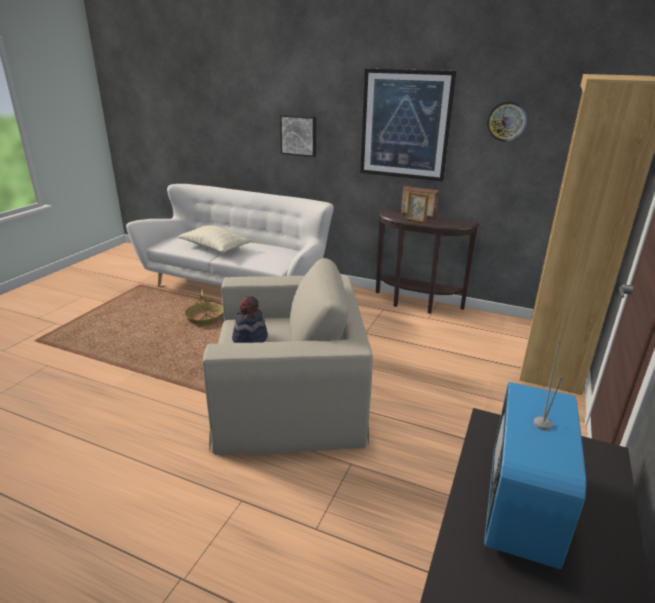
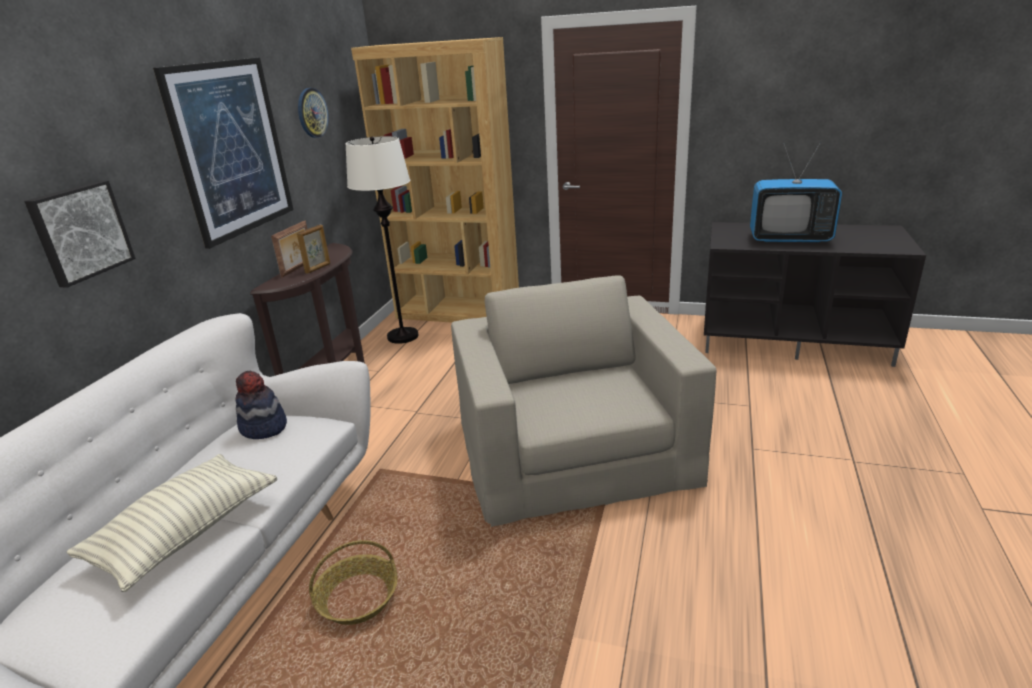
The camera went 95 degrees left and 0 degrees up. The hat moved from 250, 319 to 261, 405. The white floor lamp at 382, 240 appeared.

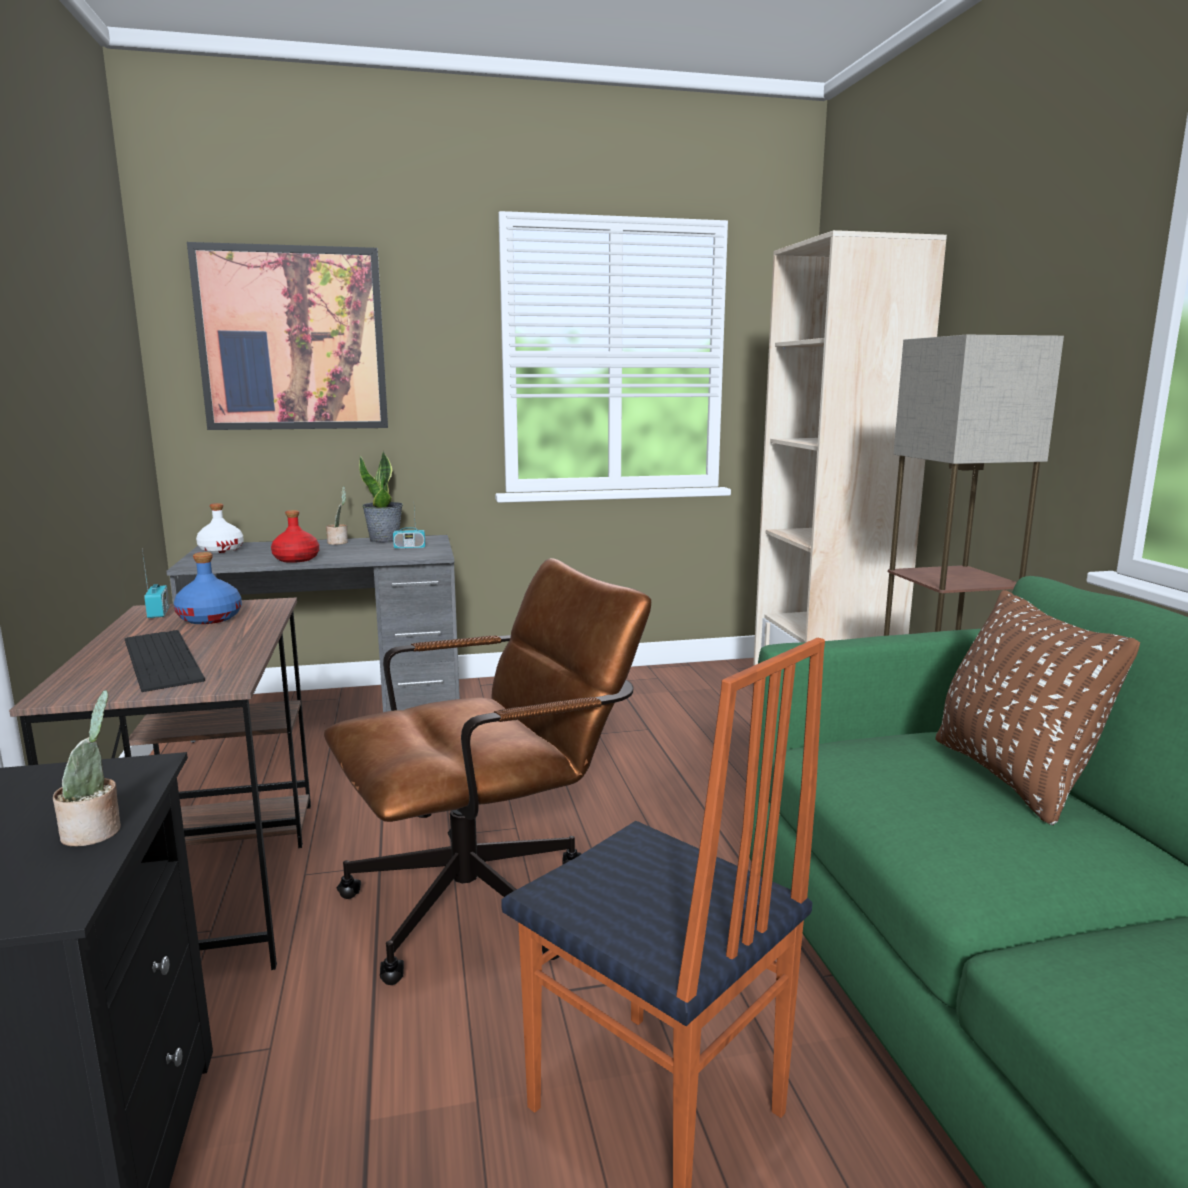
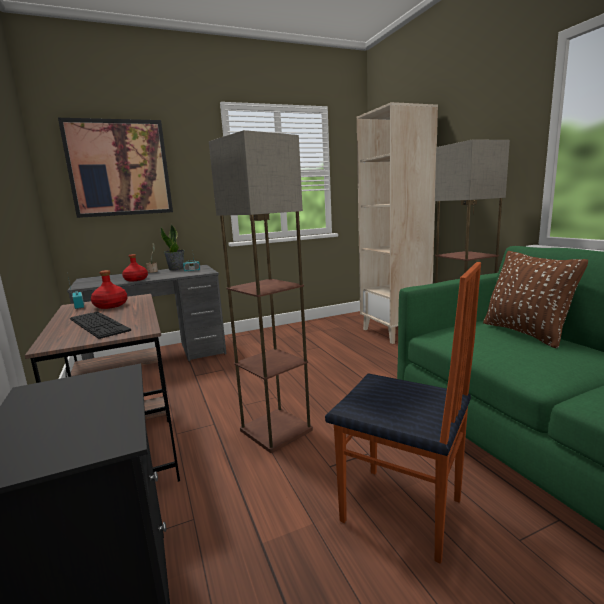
The camera went 10 degrees left and 0 degrees up. The potted plant at 87, 768 disappeared. The blue bottle at 208, 588 became the red bottle at 109, 289. The white bottle at 220, 528 disappeared. The brown office chair at 487, 771 was replaced by the floor lamp at 261, 291.

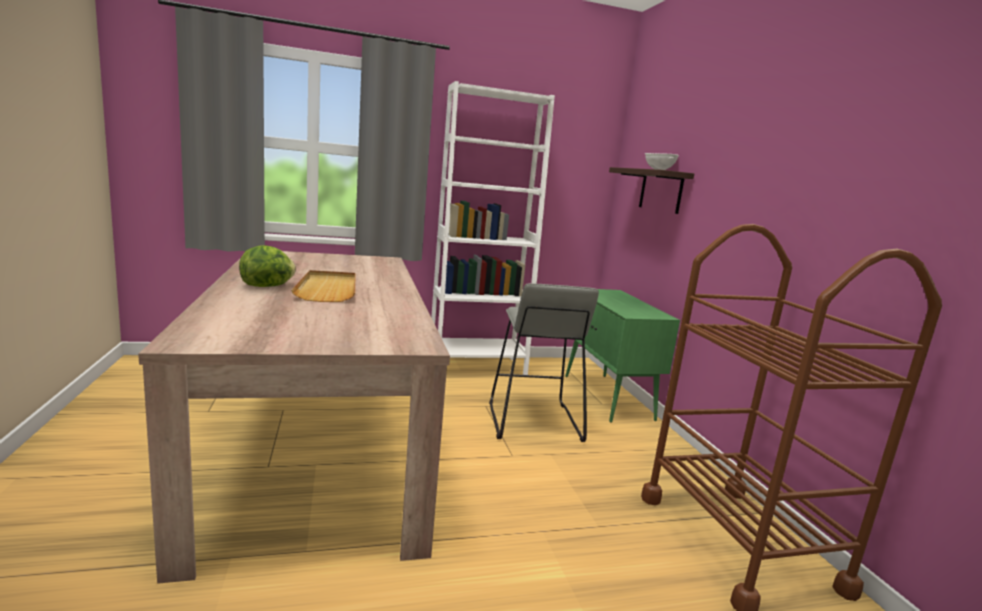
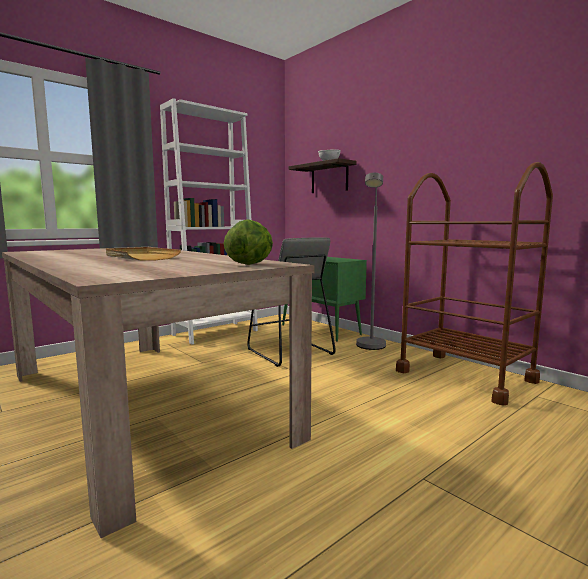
The camera went 25 degrees left and 5 degrees down. The lettuce moved from 267, 266 to 248, 242. The grey floor lamp at 371, 261 appeared.

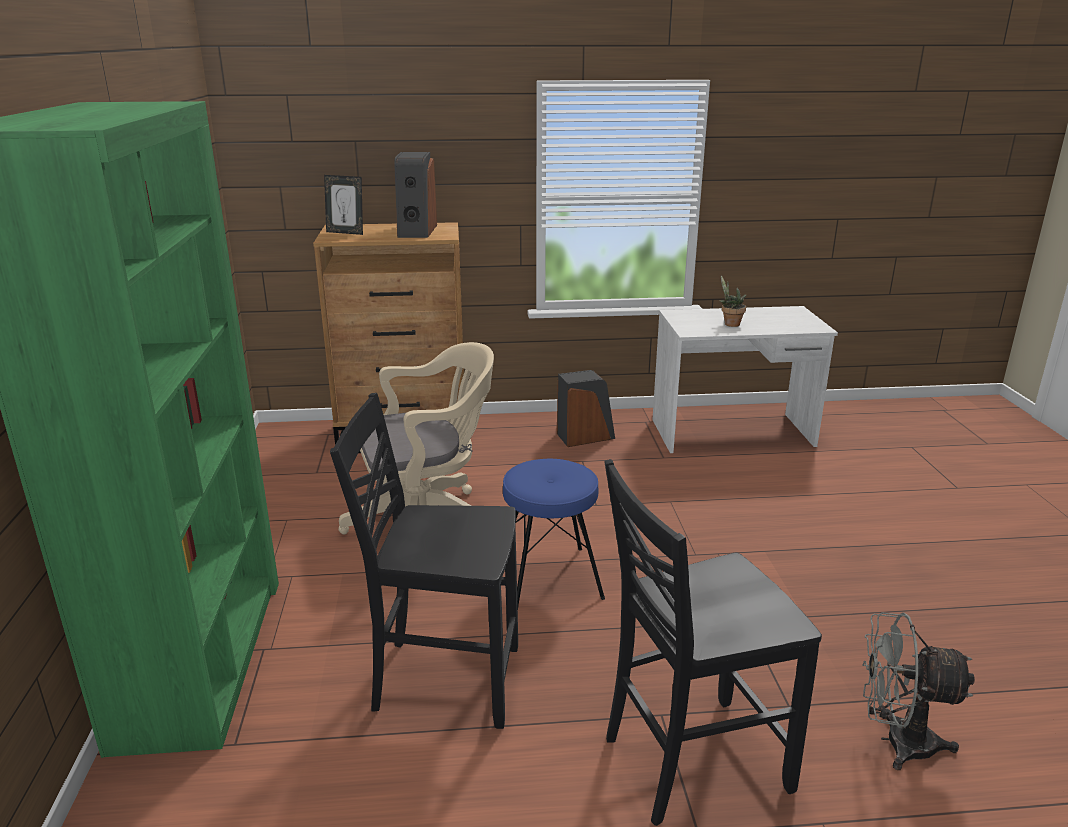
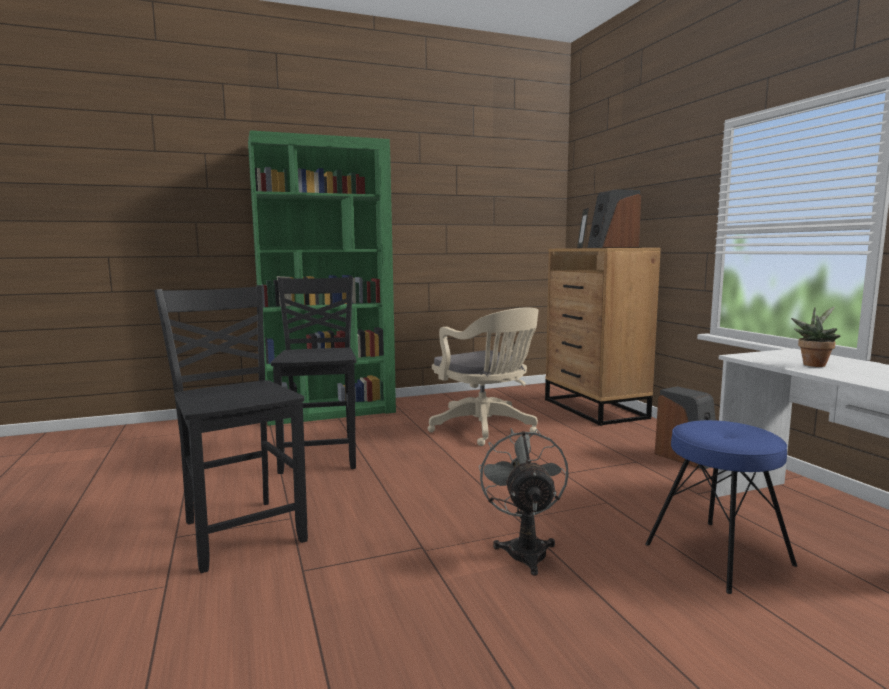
The camera went 75 degrees right and 15 degrees down. The blue stool moved from 554, 532 to 721, 507. The grey fan moved from 918, 691 to 524, 502.

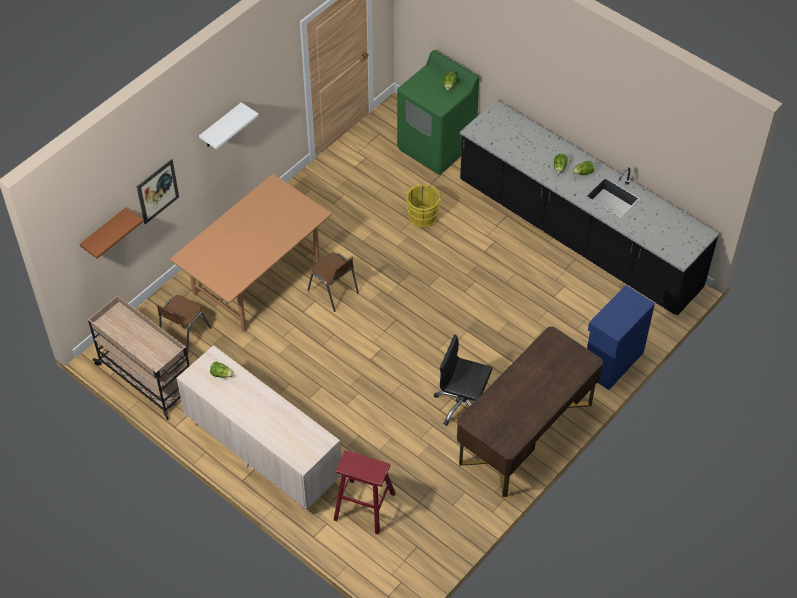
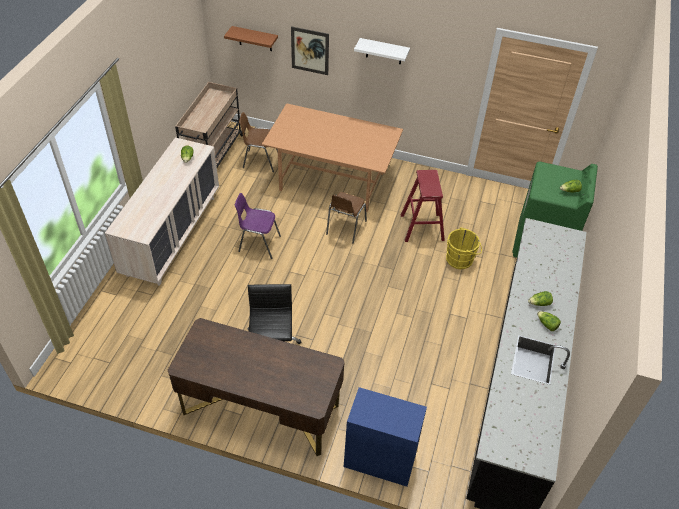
The camera went 65 degrees right and 5 degrees down. The red stool moved from 364, 492 to 423, 206. The purple chair at 258, 226 appeared.

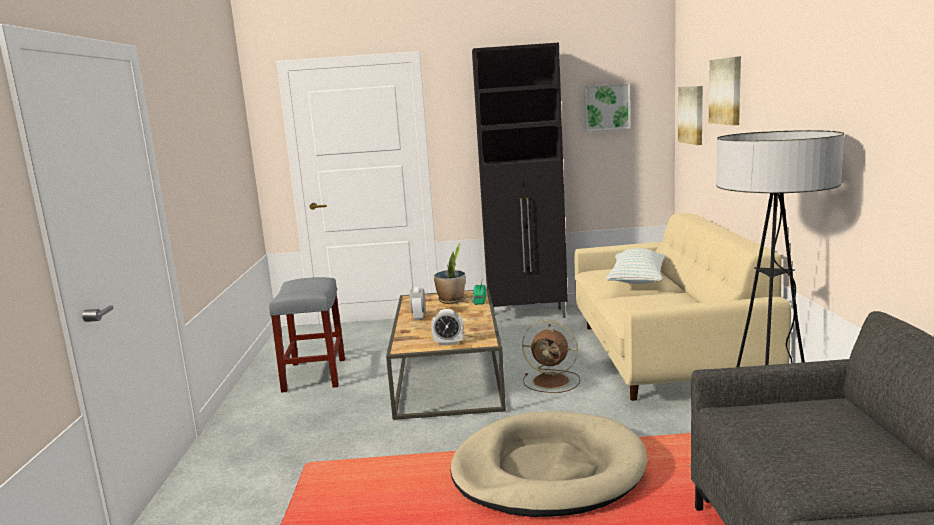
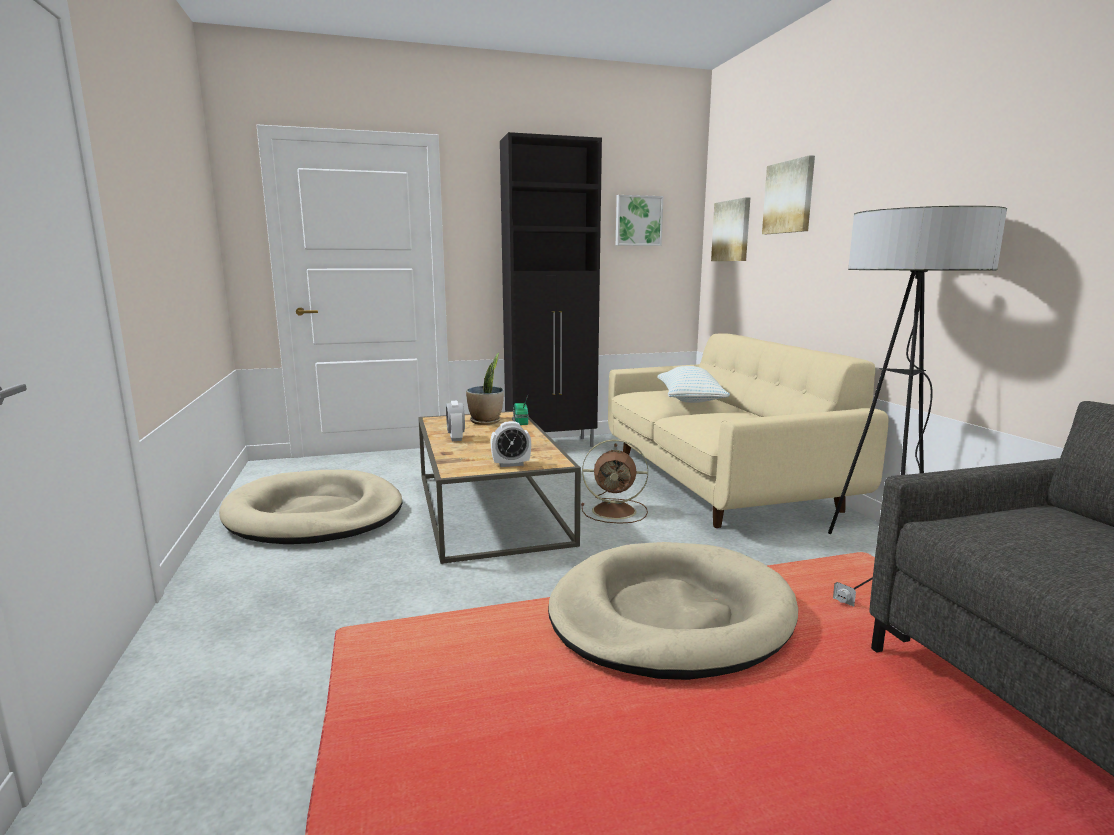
The camera went 15 degrees left and 0 degrees up. The grey stool at 307, 334 was replaced by the beige dog bed at 310, 507.

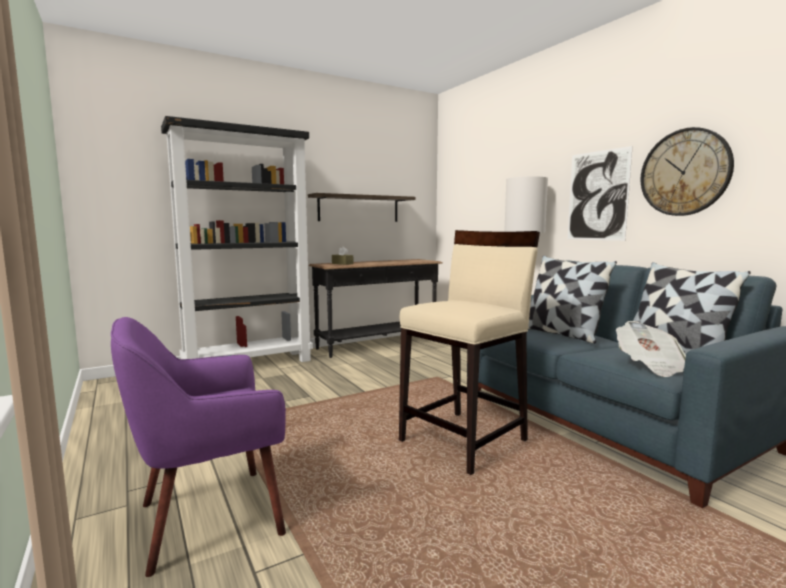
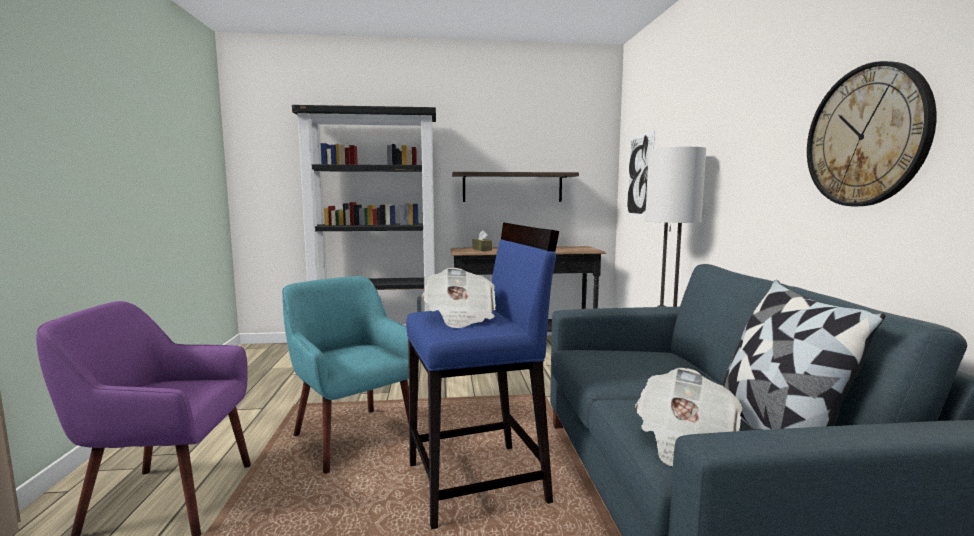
The camera went 25 degrees right and 0 degrees up. The beige stool at 469, 352 became the blue stool at 482, 376. The pillow at 572, 300 disappeared. The picture moved from 600, 193 to 640, 173. The turquoise armchair at 345, 375 appeared. The newspaper at 459, 298 appeared.

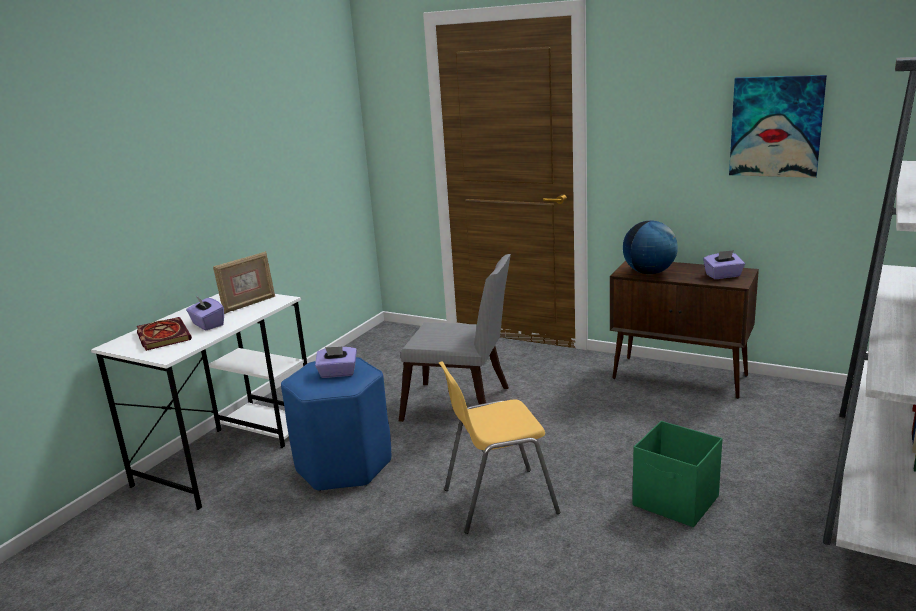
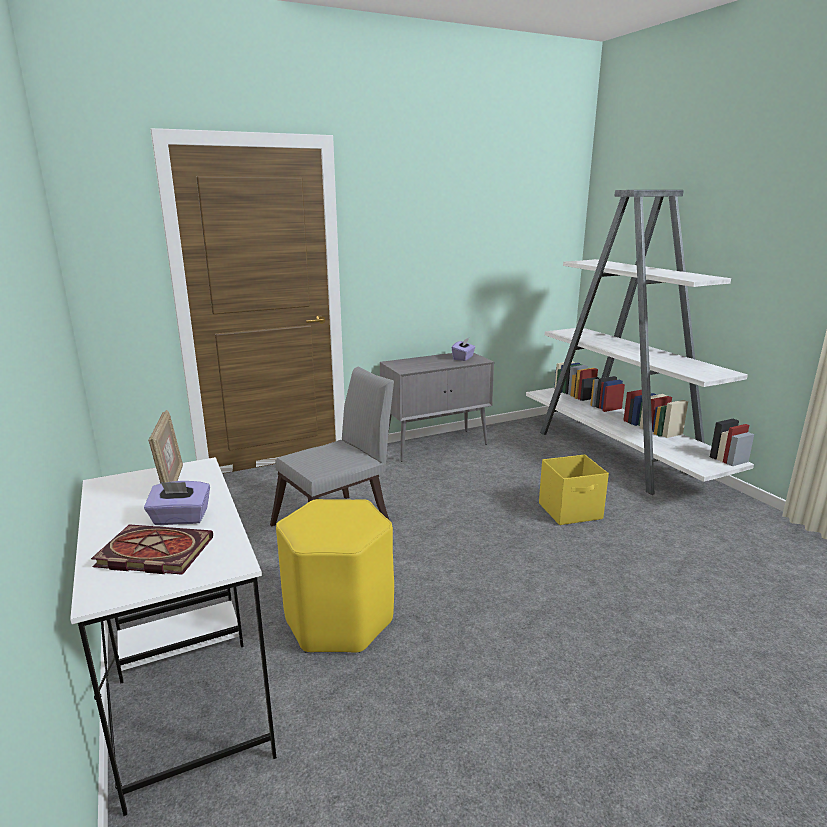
The camera went 55 degrees left and 0 degrees up. The blue stool at 336, 424 became the yellow stool at 335, 576. The purple tissue box at 336, 362 disappeared. The yellow chair at 499, 447 disappeared. The brown cabinet at 684, 330 became the grey cabinet at 437, 407. The globe at 650, 247 disappeared. The green storage box at 677, 474 became the yellow storage box at 574, 489. The picture at 778, 126 disappeared.

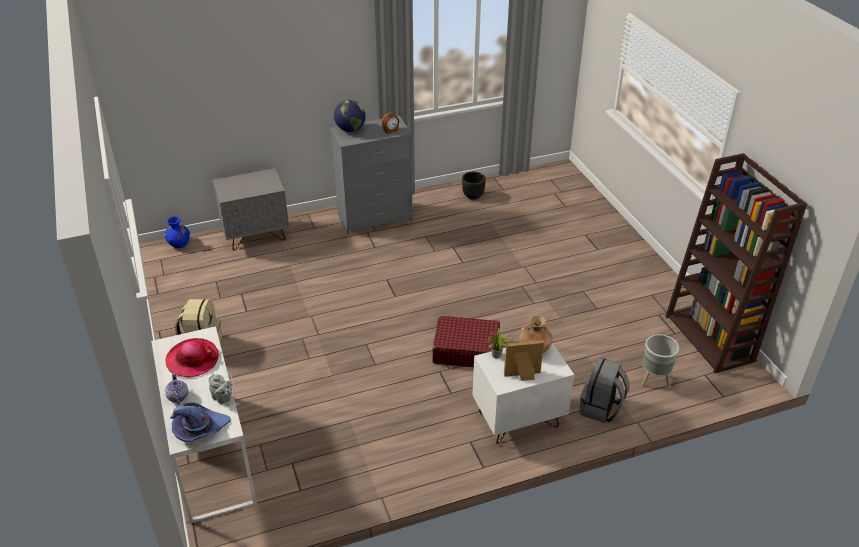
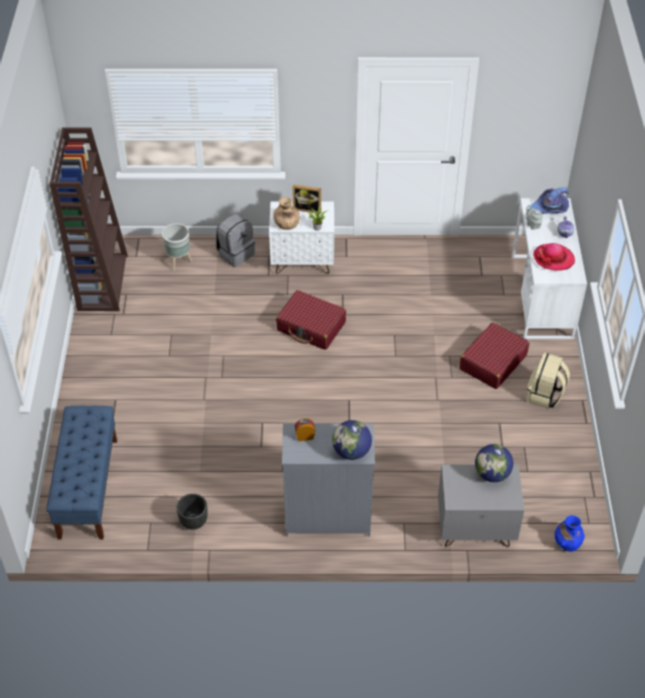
The camera went 160 degrees left and 10 degrees up. The blue bench at 81, 472 appeared. The red suitcase at 494, 355 appeared. The globe at 494, 463 appeared.

